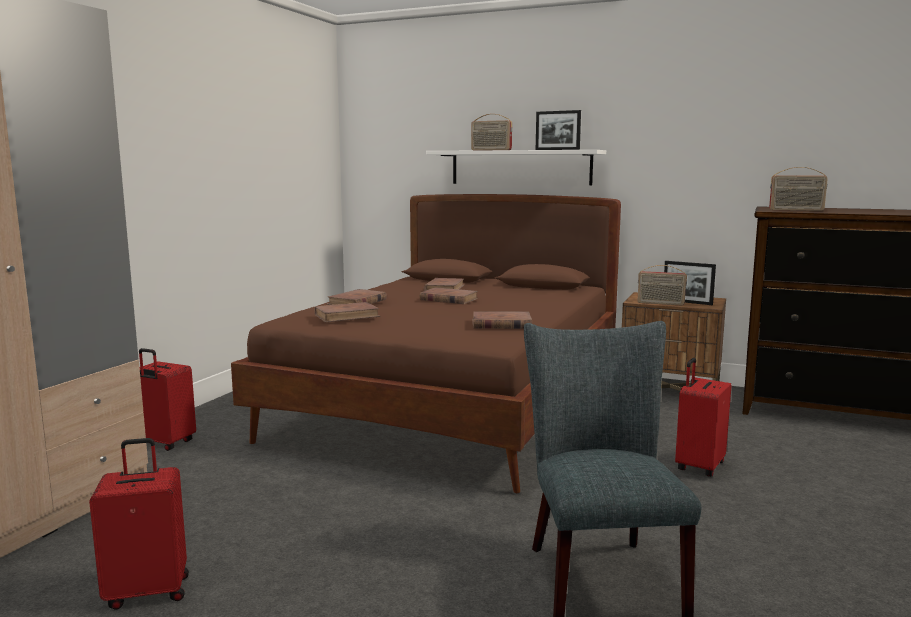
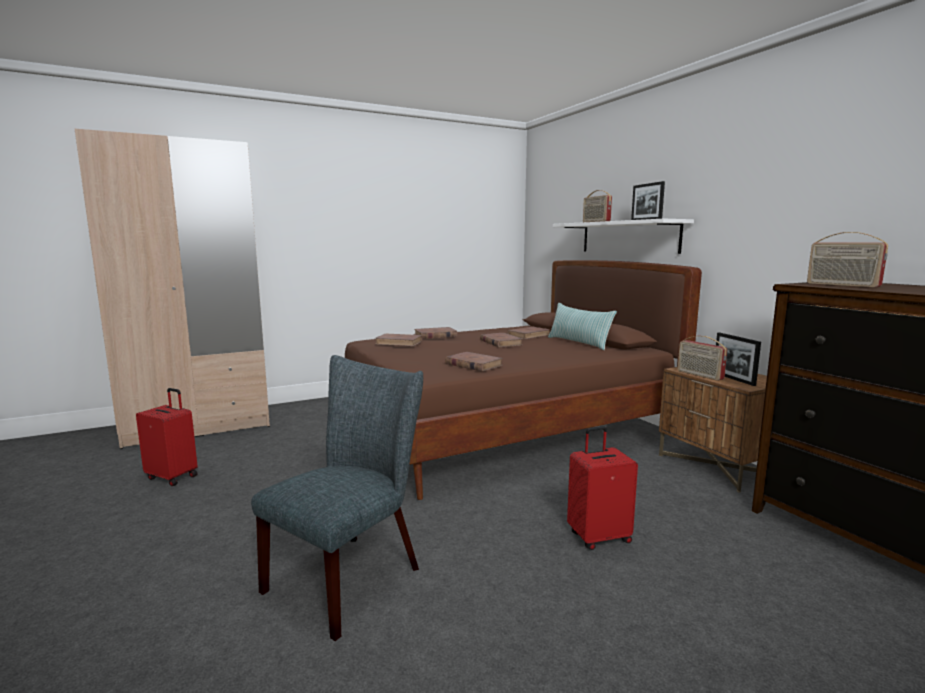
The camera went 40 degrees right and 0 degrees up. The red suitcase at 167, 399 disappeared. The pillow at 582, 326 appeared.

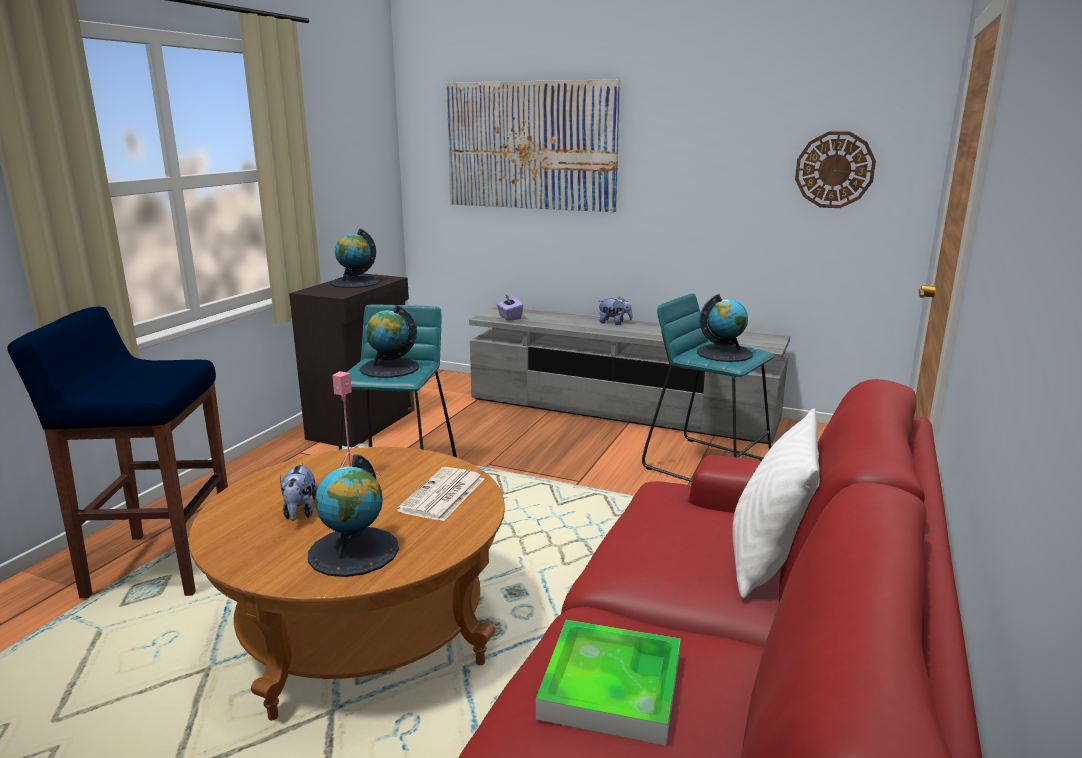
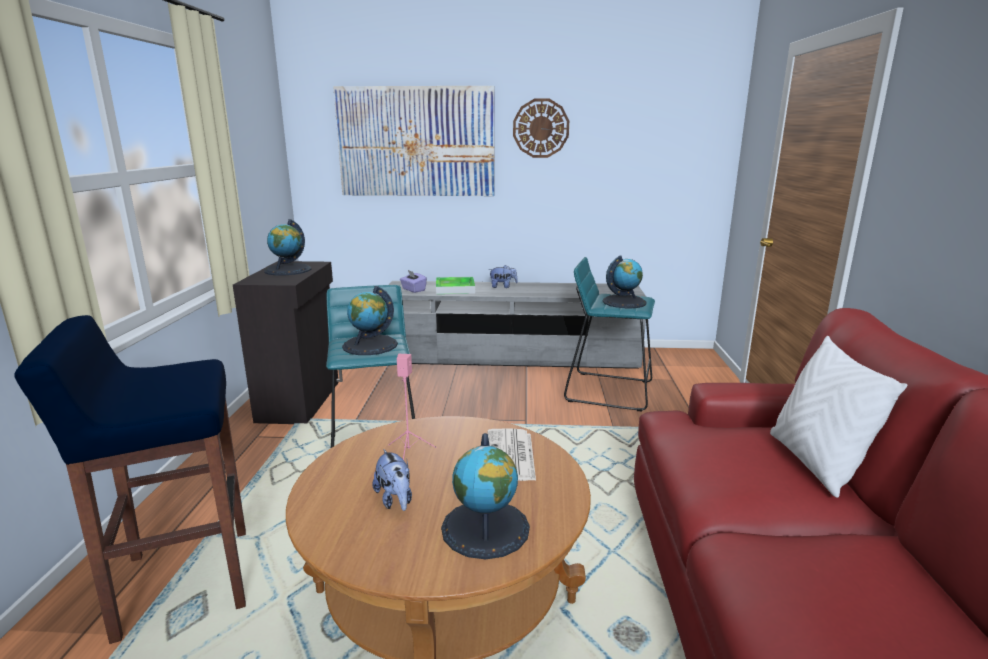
The camera went 20 degrees left and 0 degrees up. The tray moved from 608, 683 to 455, 285. The wall clock moved from 835, 169 to 541, 128.

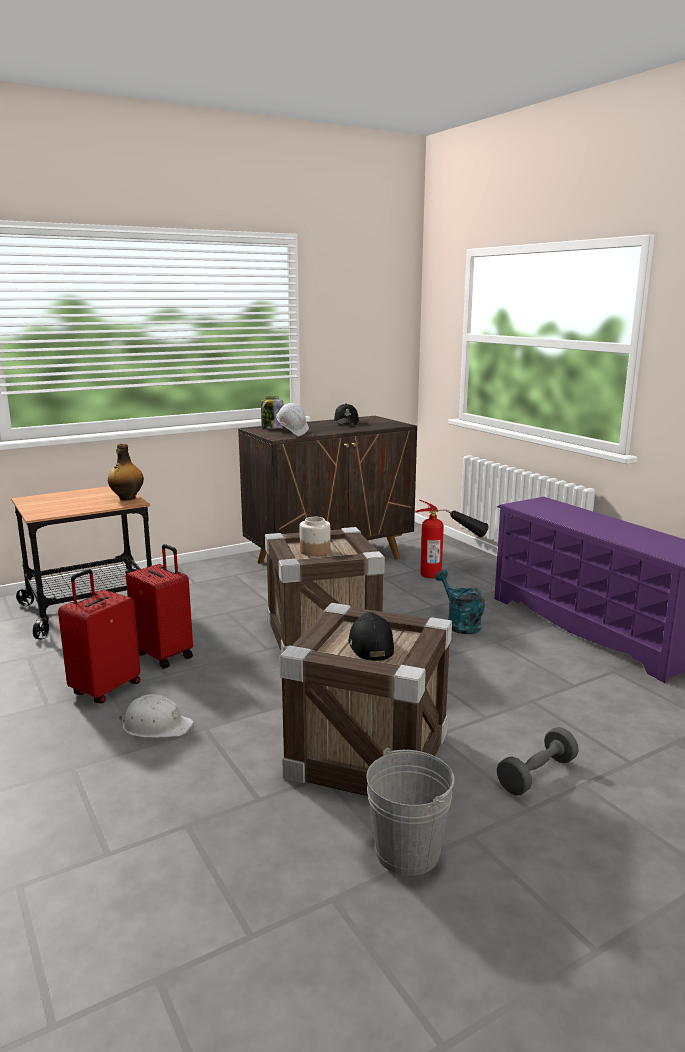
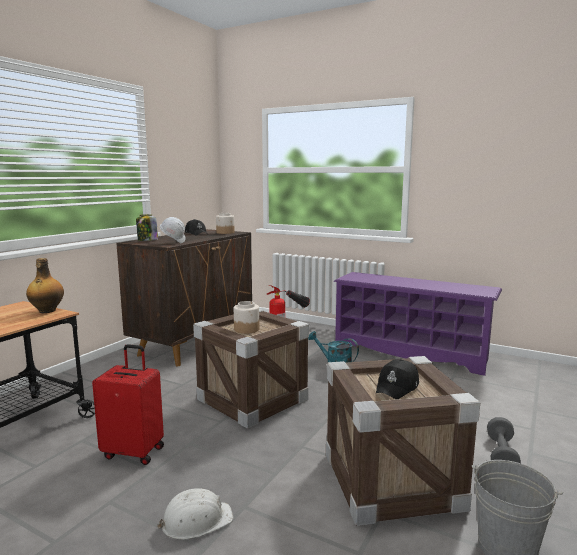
The camera went 30 degrees left and 5 degrees down. The red suitcase at 99, 636 disappeared. The black cap at 371, 636 turned 105 degrees counterclockwise. The jar at 225, 223 appeared.

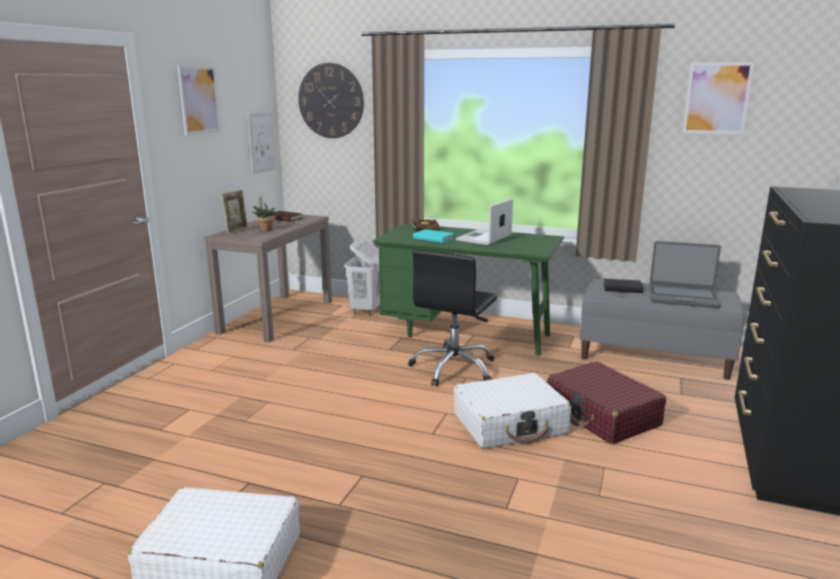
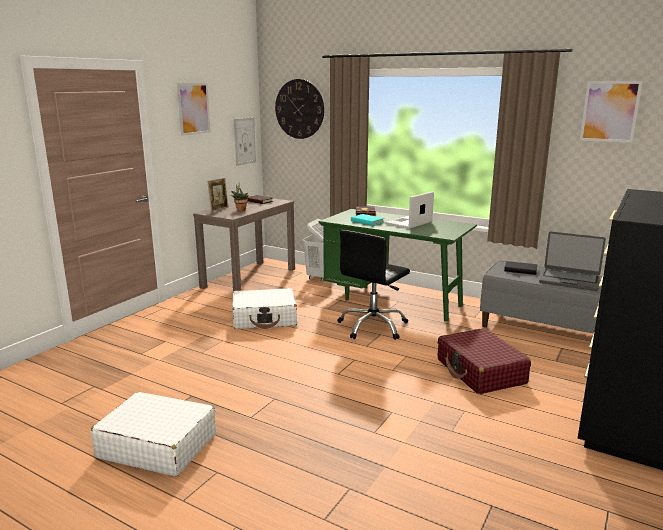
The camera went 10 degrees right and 0 degrees up. The white suitcase moved from 512, 411 to 264, 308.

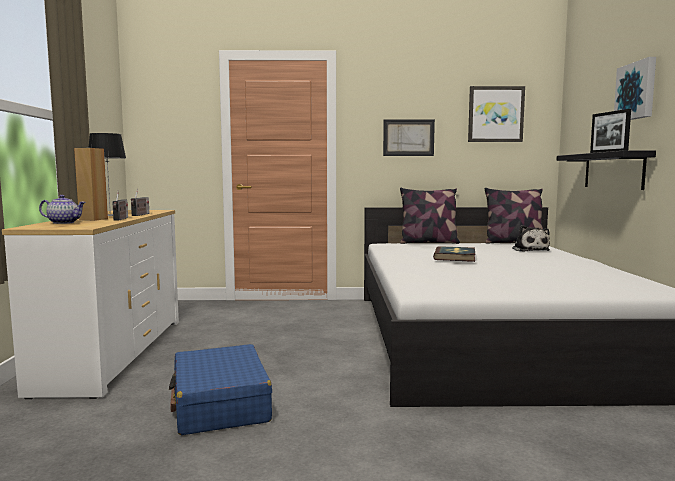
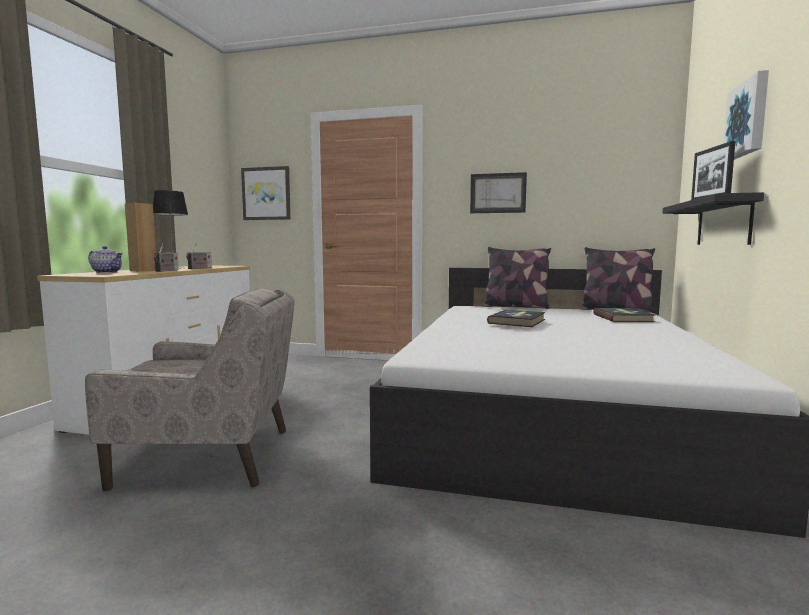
The camera went 15 degrees right and 0 degrees up. The blue suitcase at 220, 389 was replaced by the beige armchair at 190, 389. The picture moved from 496, 114 to 266, 193. The plush toy at 531, 238 was replaced by the book at 624, 315.

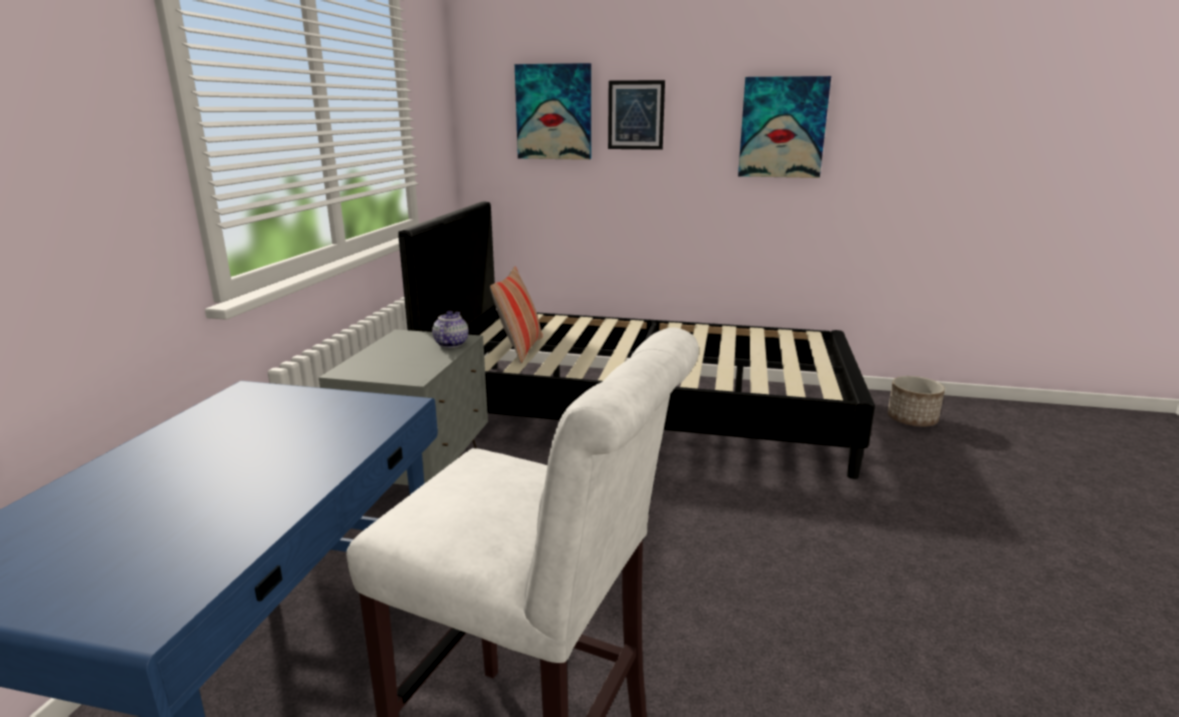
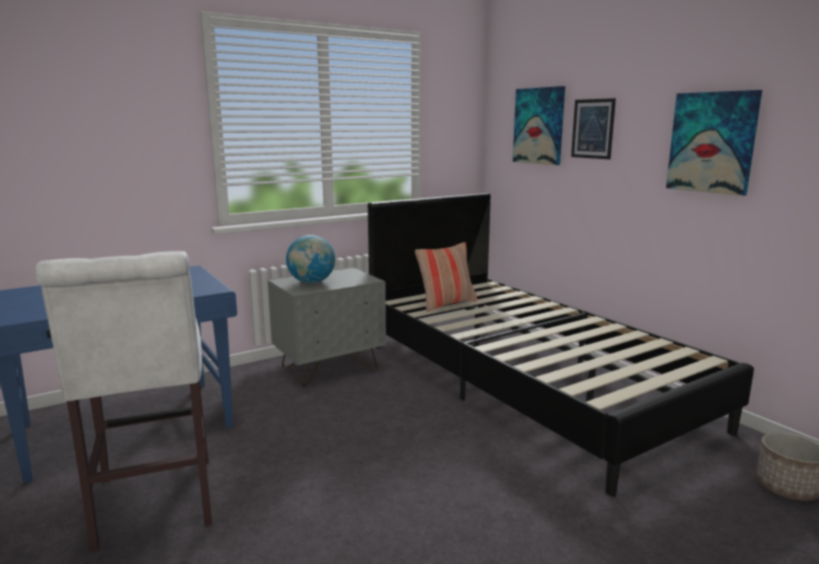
The camera went 45 degrees right and 5 degrees down. The teapot at 450, 329 disappeared. The globe at 310, 259 appeared.

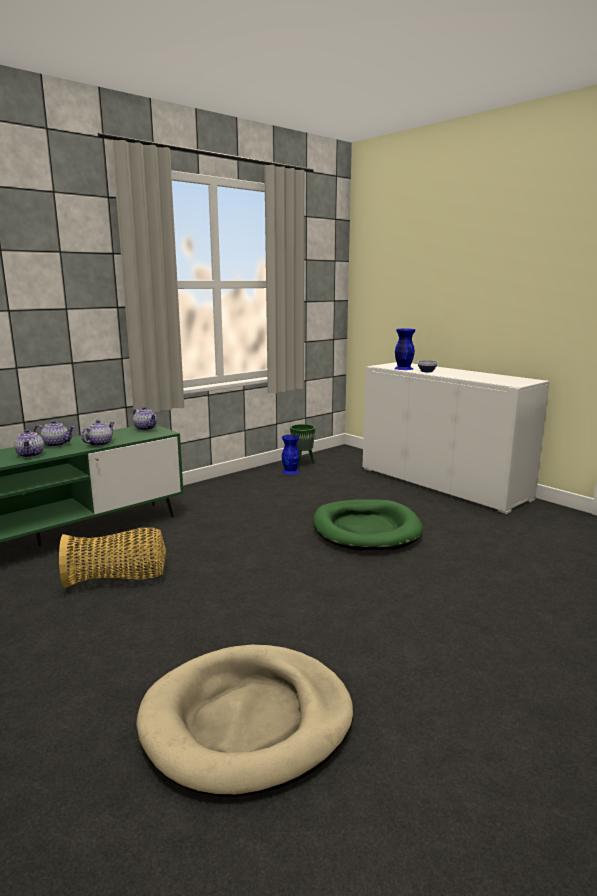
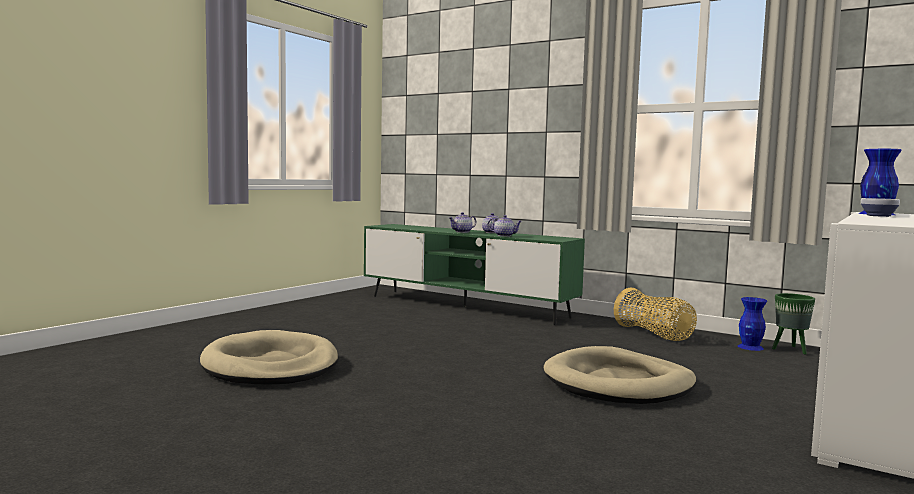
The camera went 75 degrees right and 10 degrees down. The basket moved from 112, 558 to 655, 314. The teapot at 145, 419 disappeared. The green dog bed at 368, 525 became the beige dog bed at 620, 375.

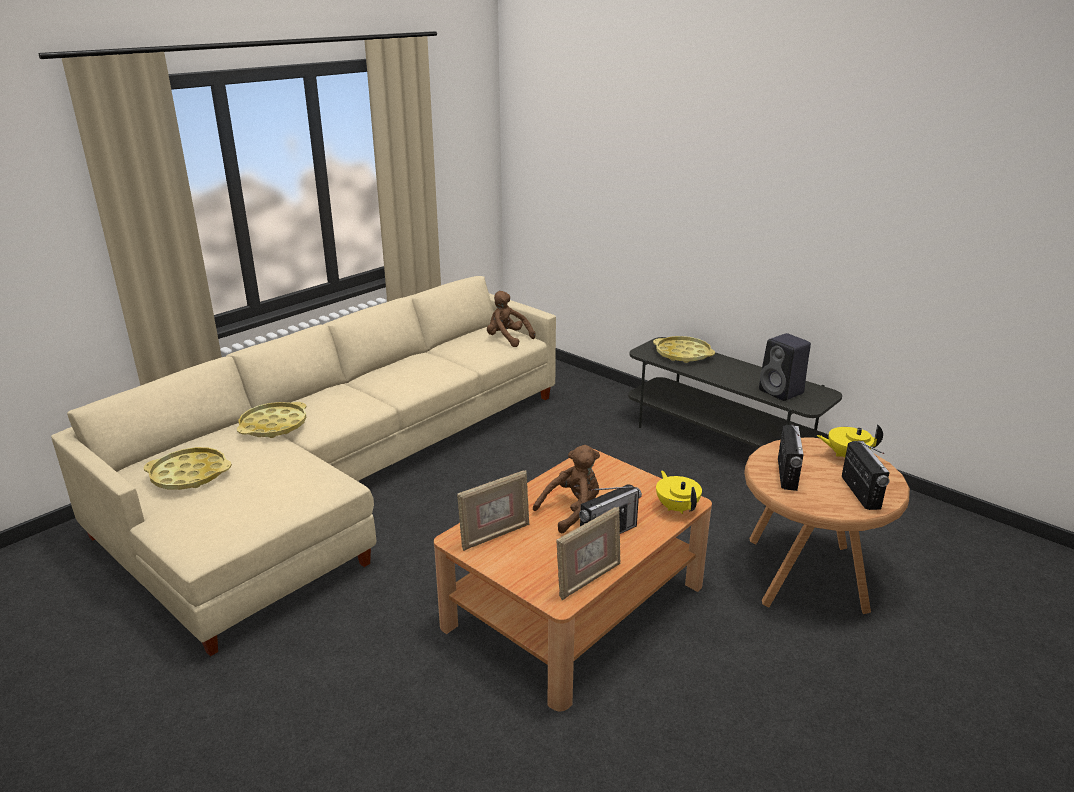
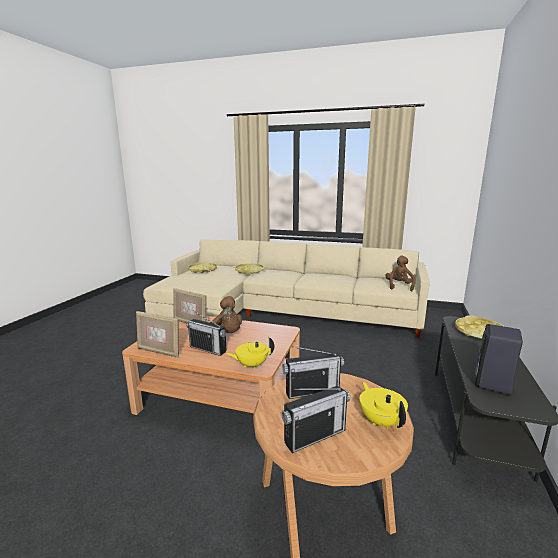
The camera went 65 degrees right and 10 degrees down. The yellow teapot at 679, 492 turned 150 degrees counterclockwise.

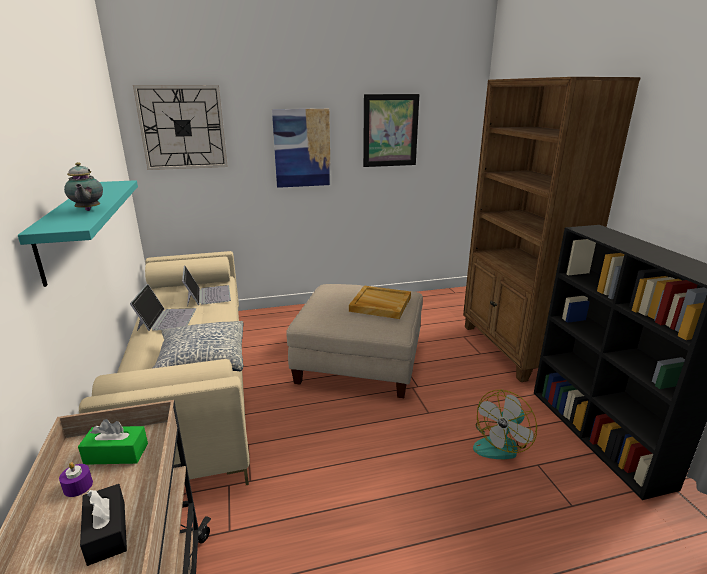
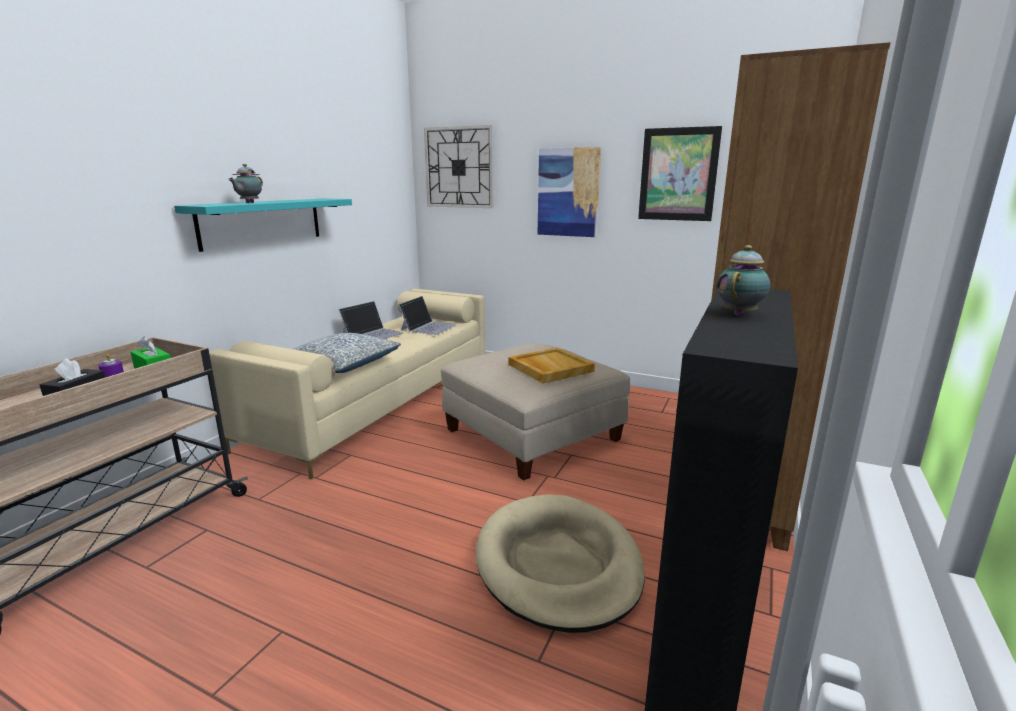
The camera went 40 degrees right and 5 degrees down. The fan at 505, 425 was replaced by the beige dog bed at 560, 563. The teapot at 743, 280 appeared.

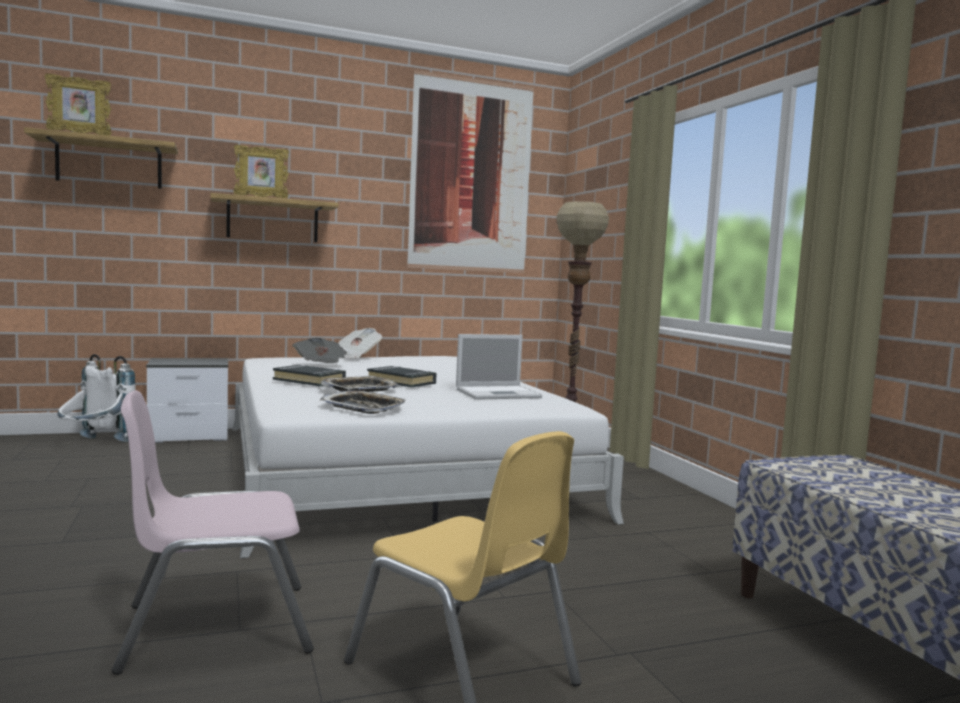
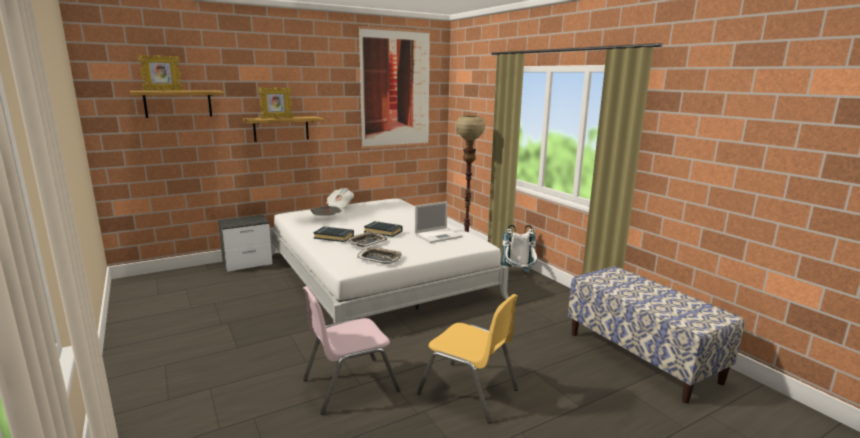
The camera went 10 degrees left and 10 degrees up. The white backpack moved from 97, 398 to 519, 249.

